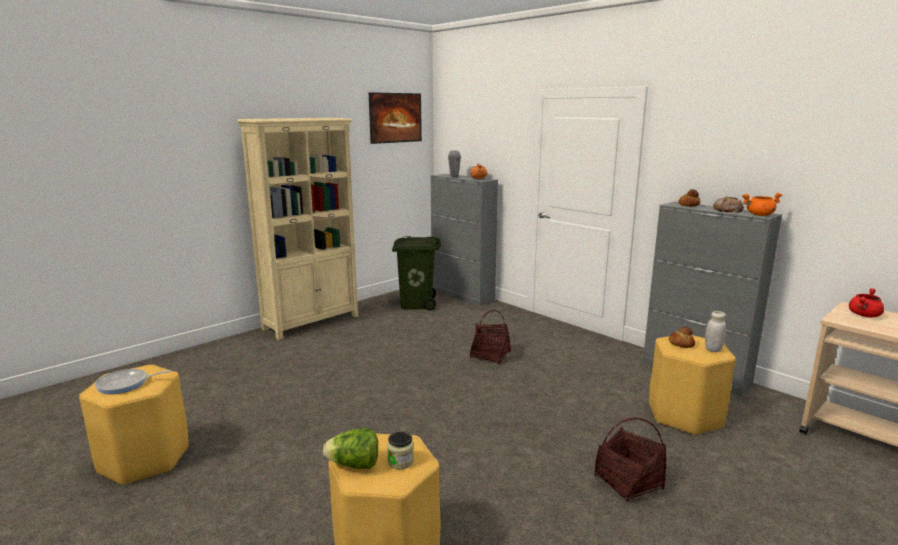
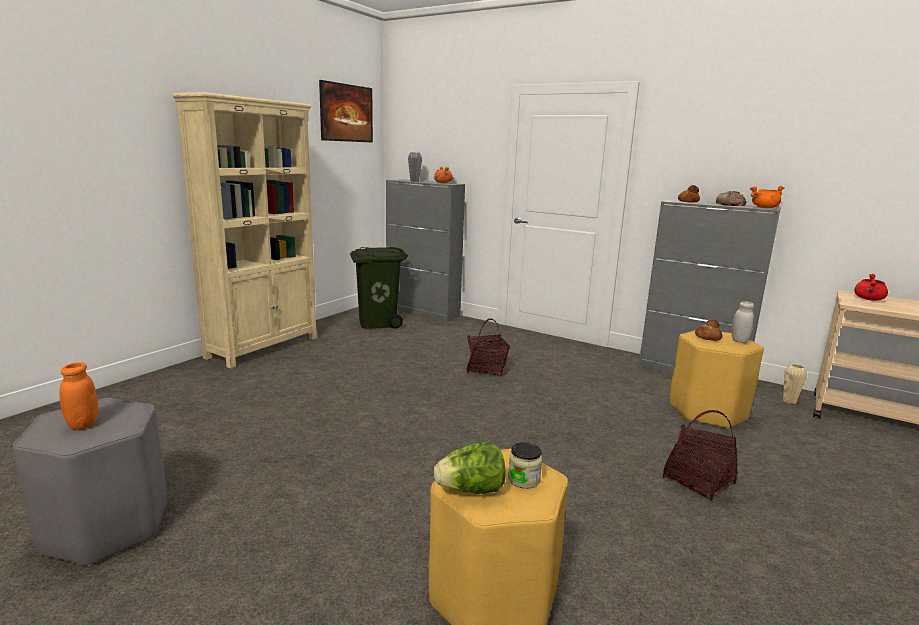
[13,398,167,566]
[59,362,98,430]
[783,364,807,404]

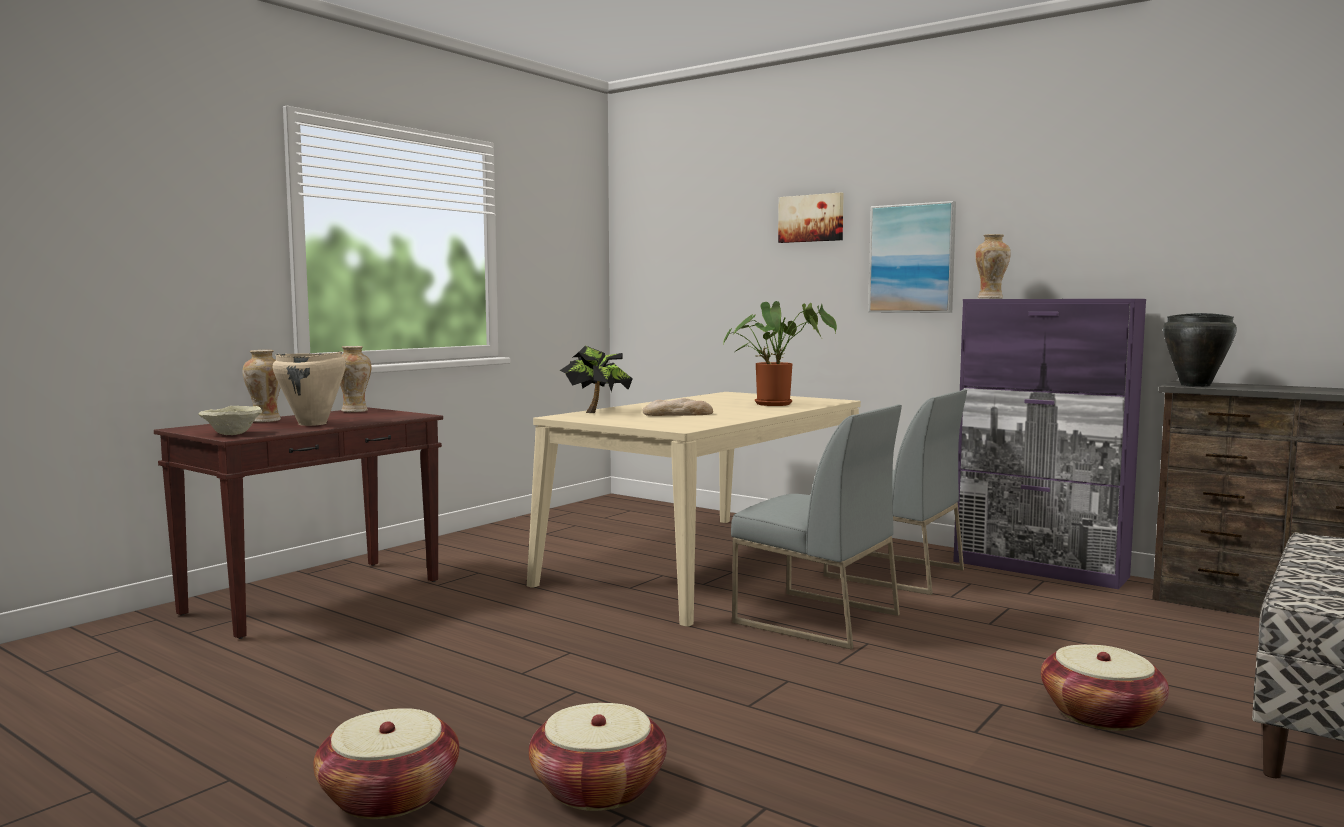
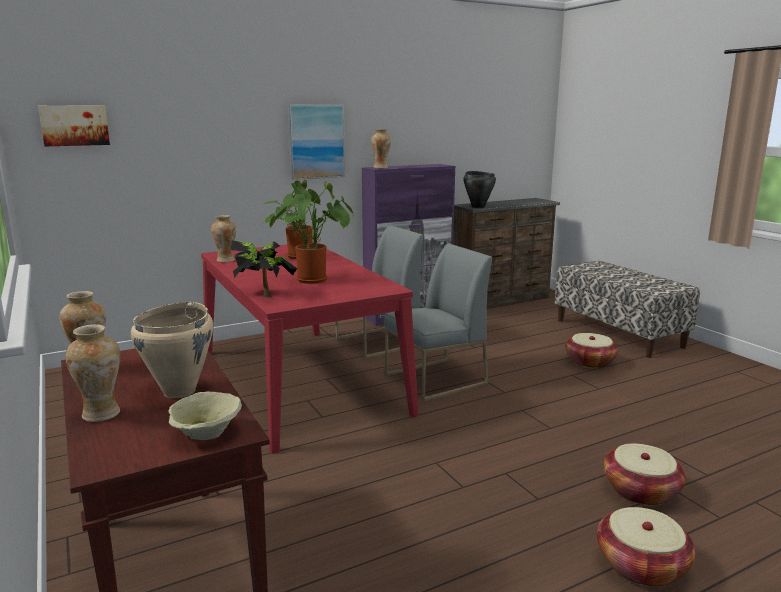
[201,242,419,454]
[269,194,353,284]
[38,105,110,146]
[211,215,236,262]

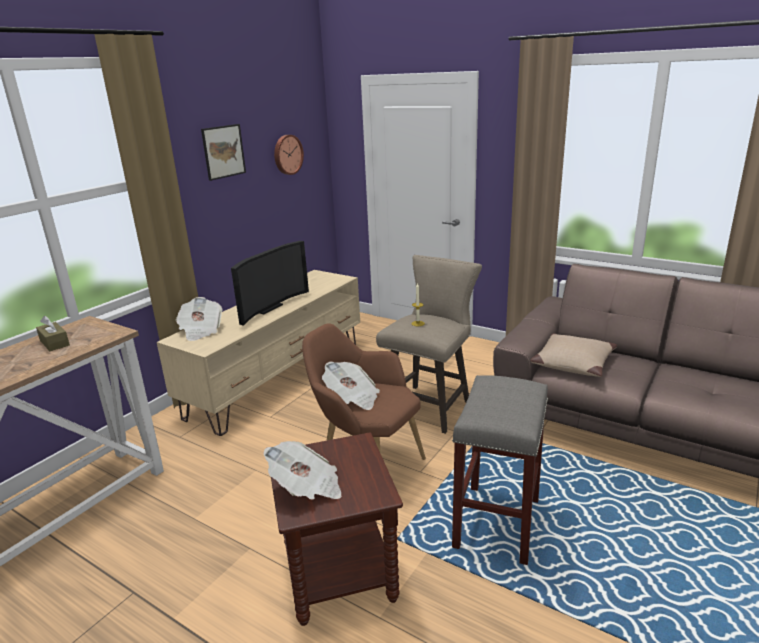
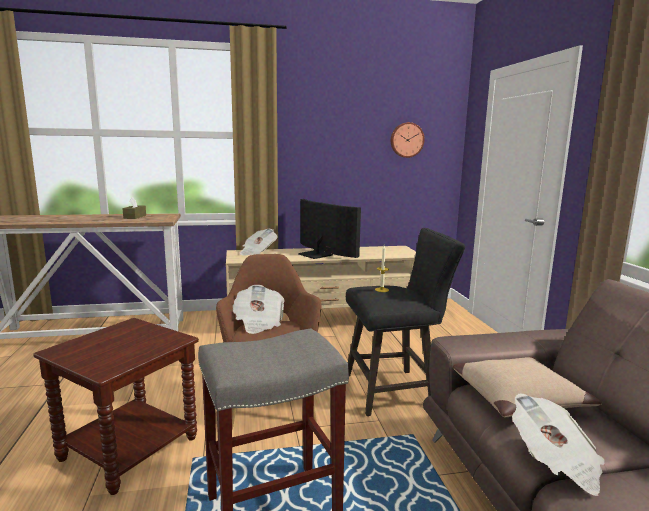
[201,124,246,181] (first image)
[298,199,361,259]
[512,393,605,496]
[346,228,465,416]

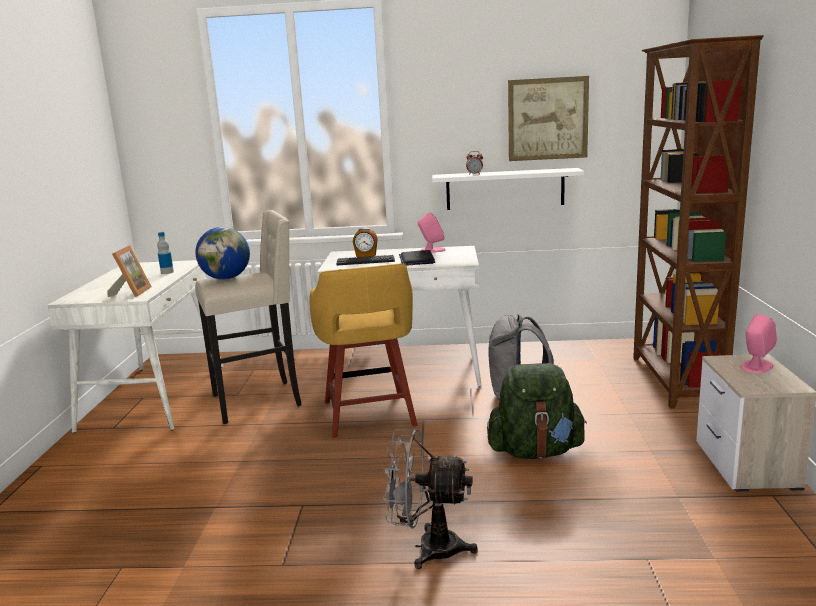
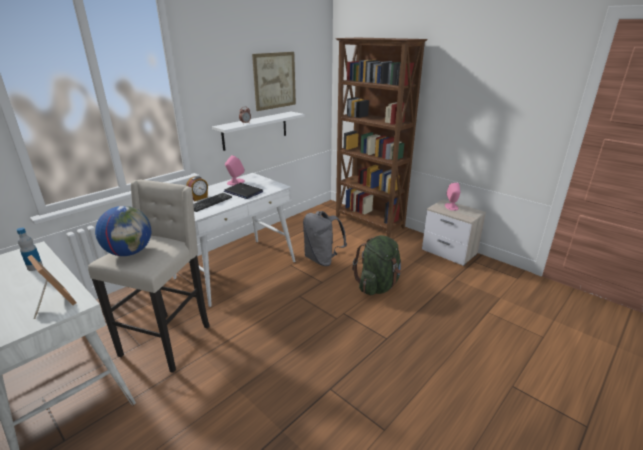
[309,264,418,438] (first image)
[383,429,478,569] (first image)

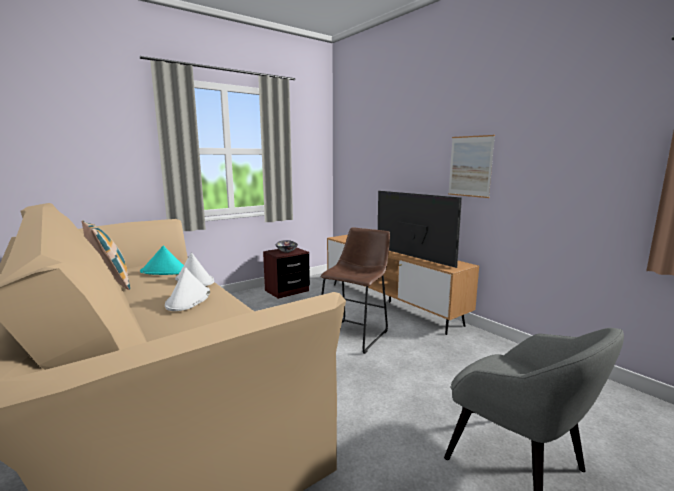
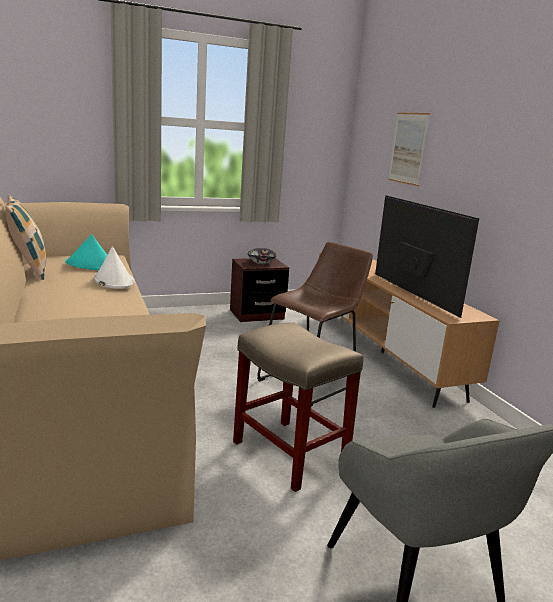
[165,267,210,311] (first image)
[388,113,430,186]
[233,322,363,492]

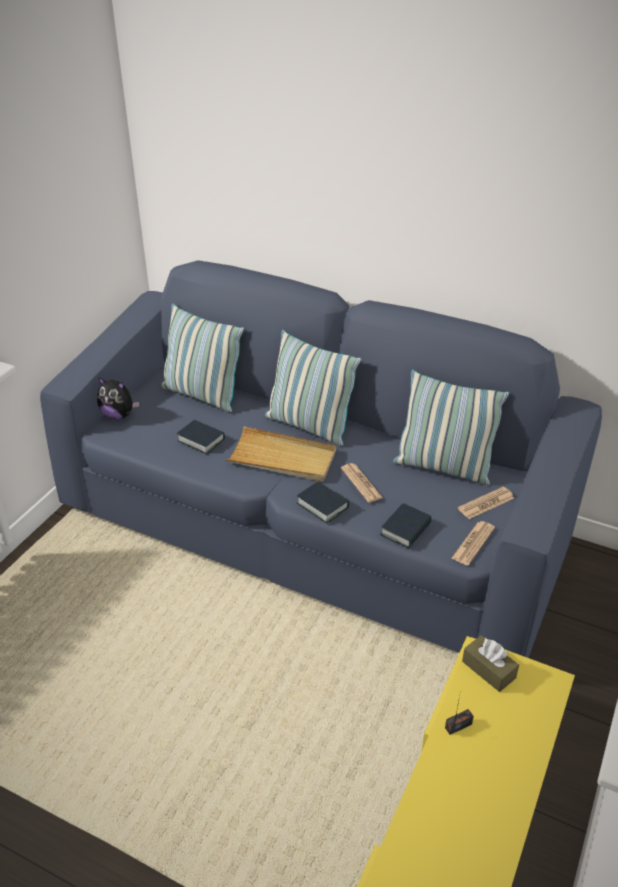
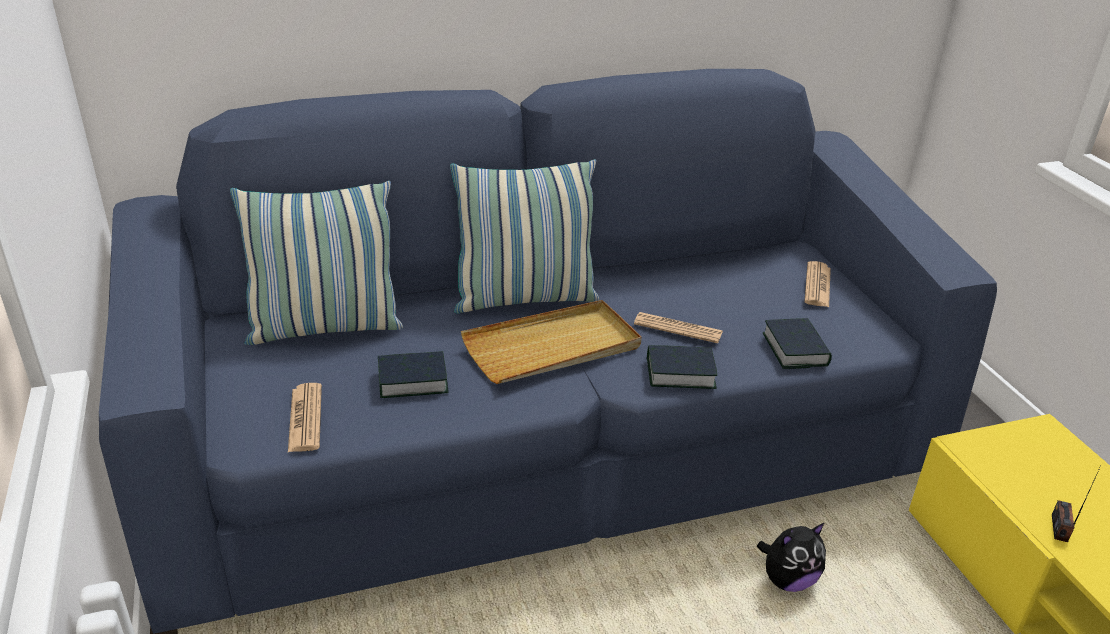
[757,522,826,592]
[393,370,509,485] (first image)
[288,383,322,452]
[462,635,519,692] (first image)

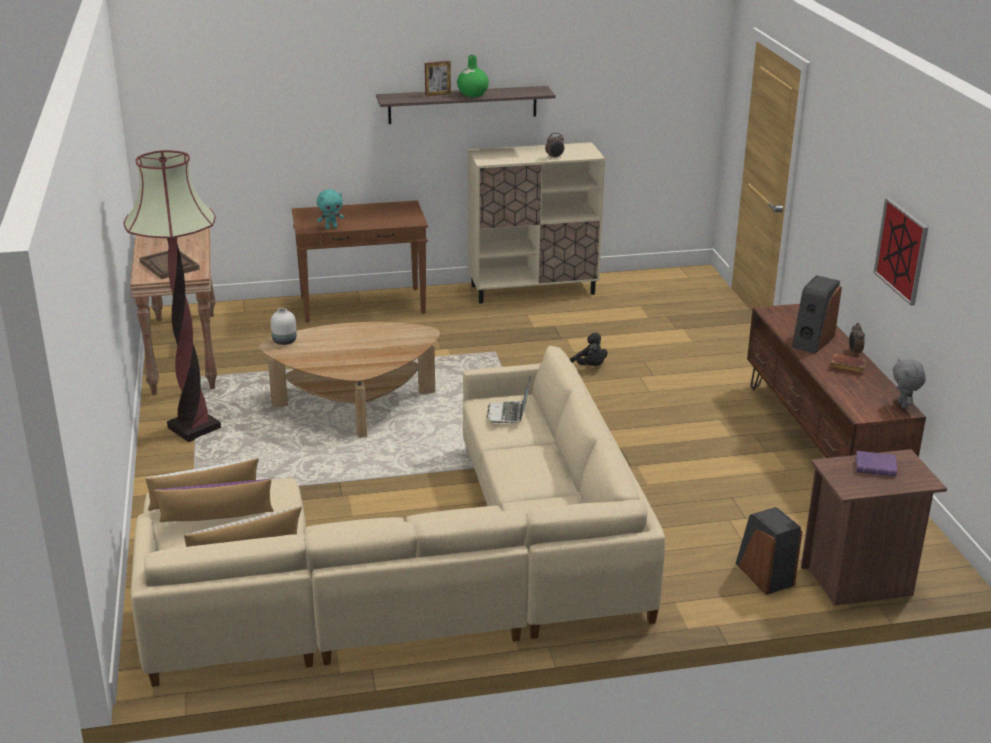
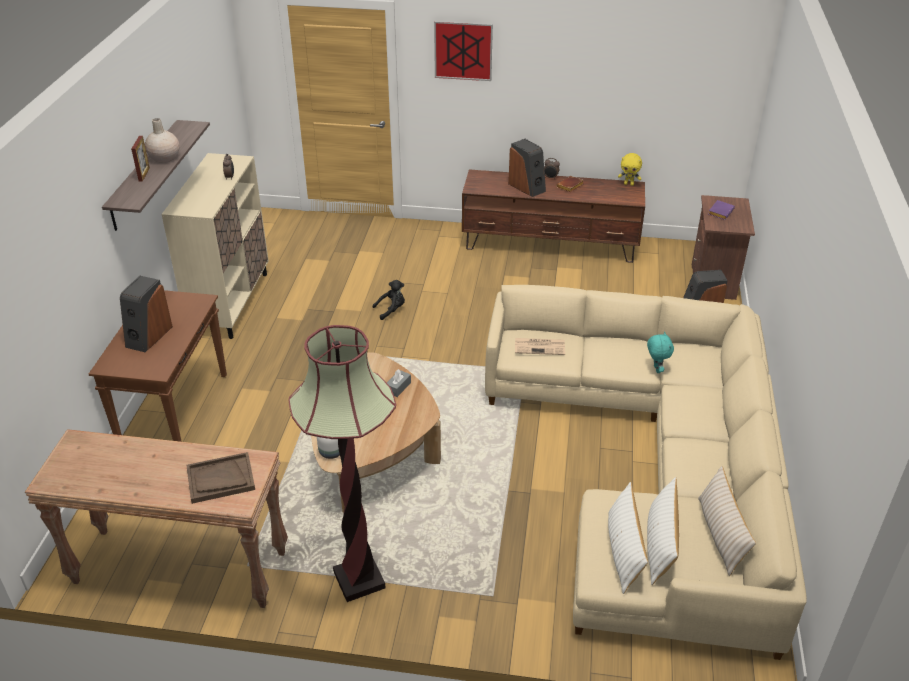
[647,477,679,585]
[647,332,674,373]
[145,118,180,162]
[515,338,565,355]
[434,21,493,81]
[618,153,642,186]
[120,276,173,352]
[387,369,411,397]

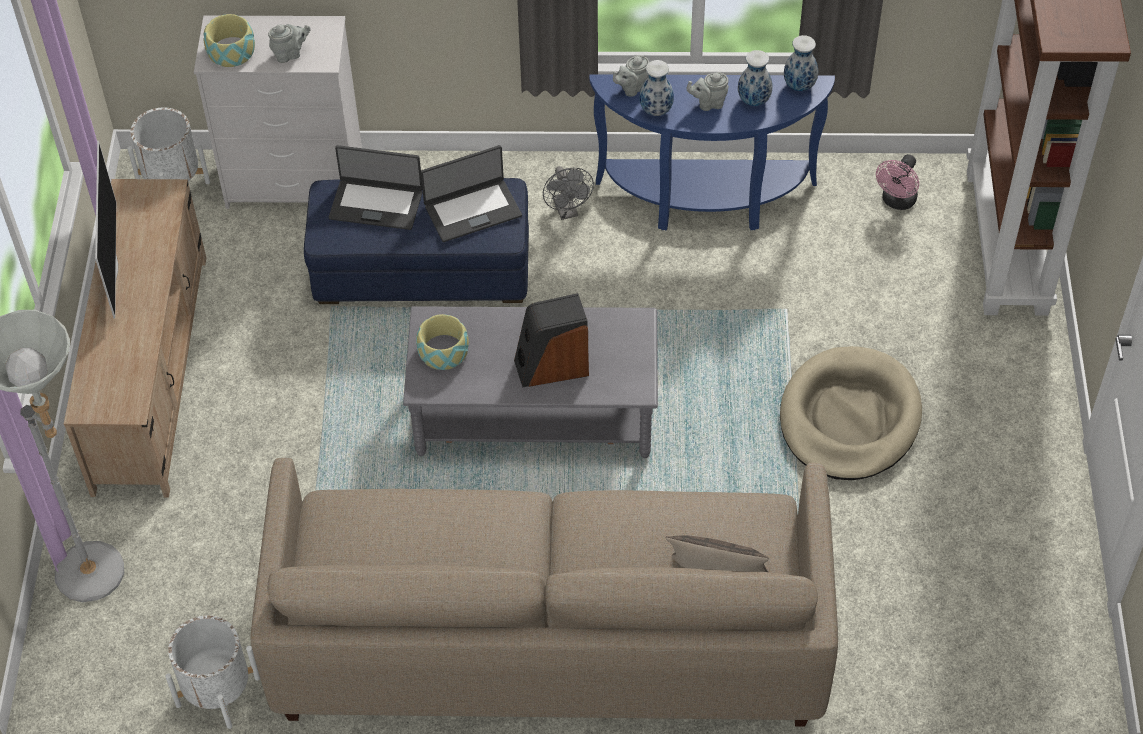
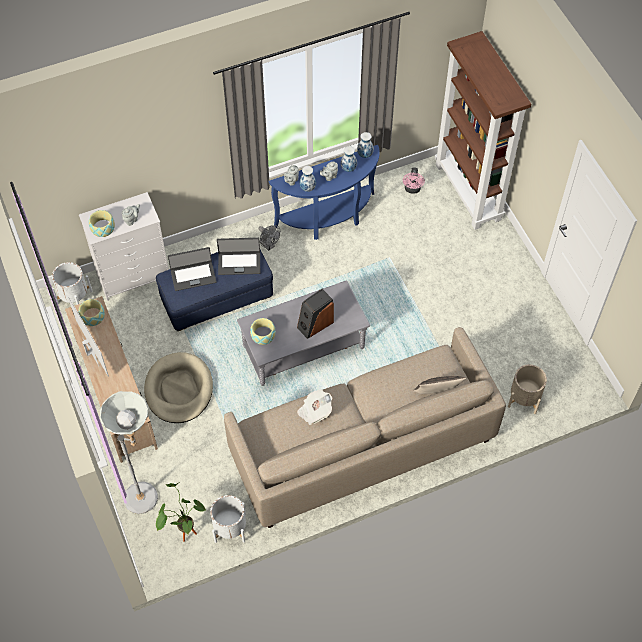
[217,238,260,275]
[144,352,213,423]
[78,299,105,326]
[156,482,207,542]
[297,389,333,425]
[508,364,547,414]

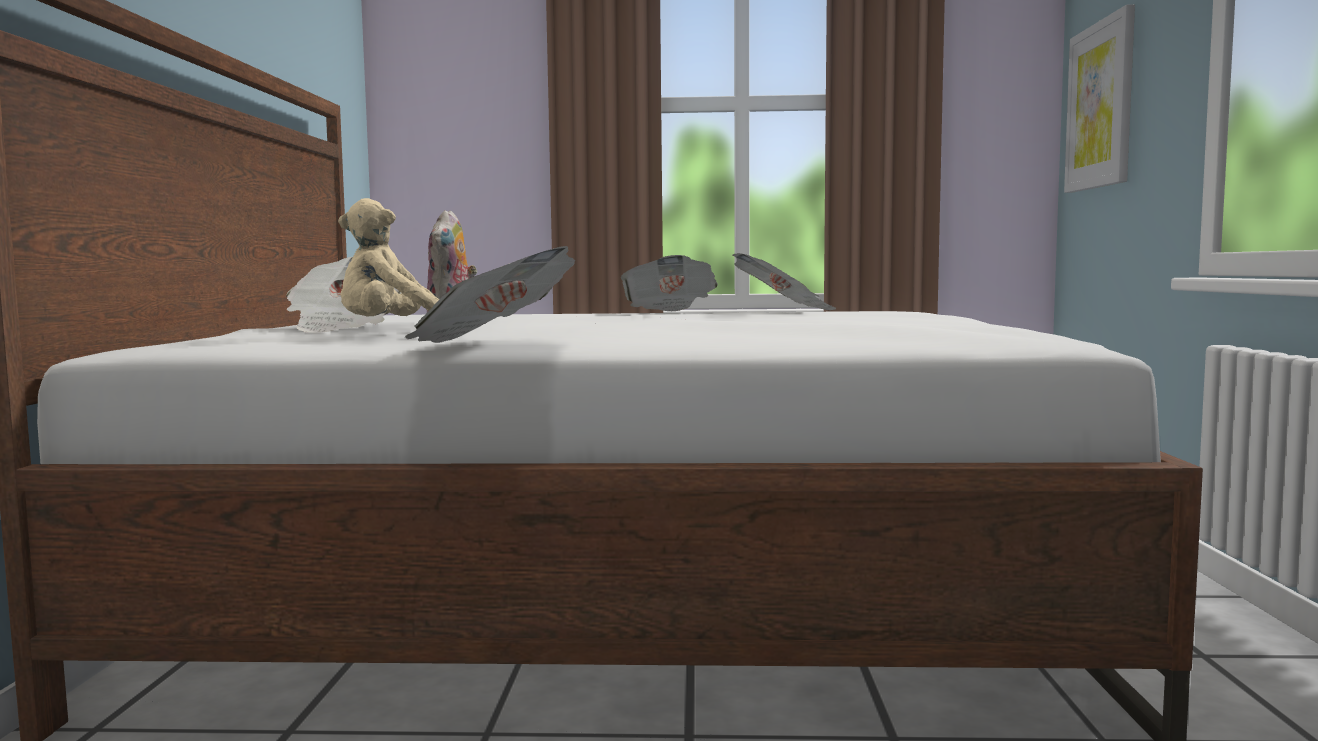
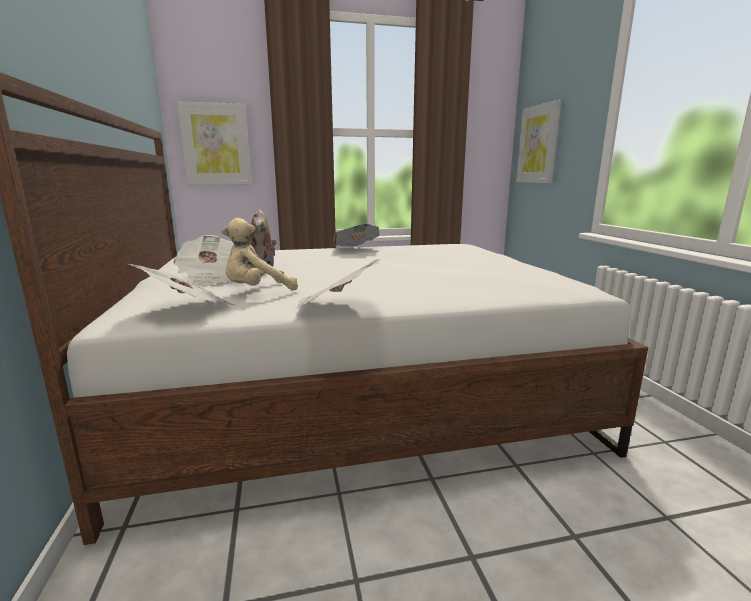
[129,264,235,305]
[177,101,252,185]

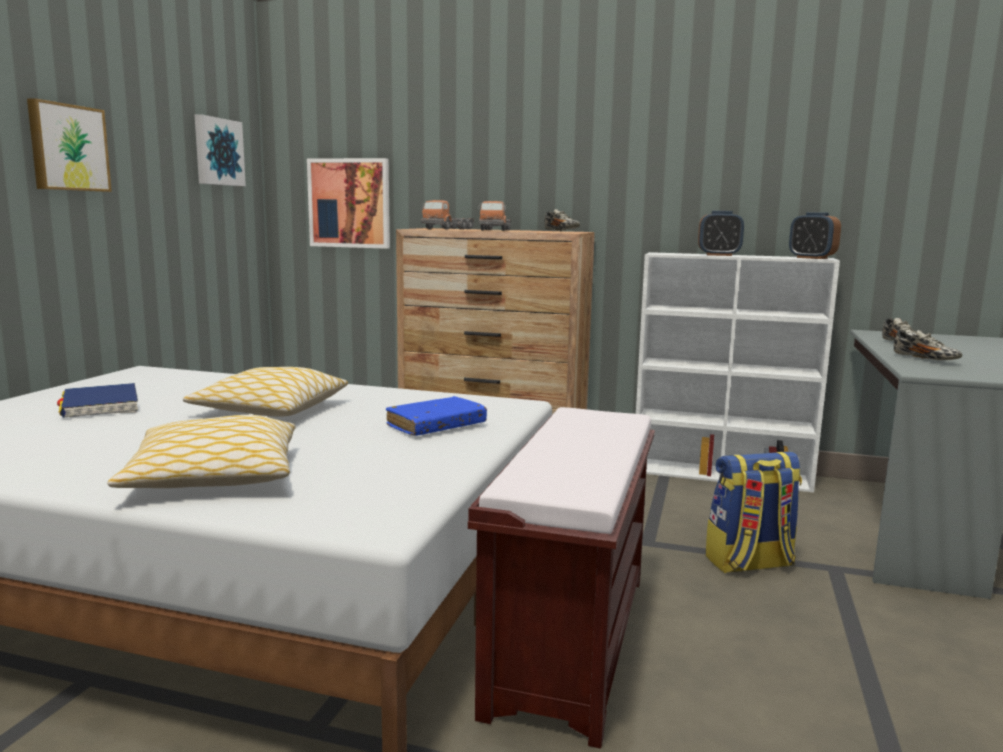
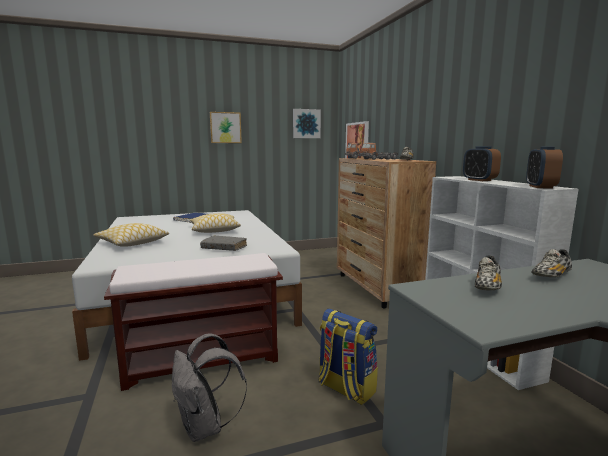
[200,236,247,251]
[172,333,247,442]

